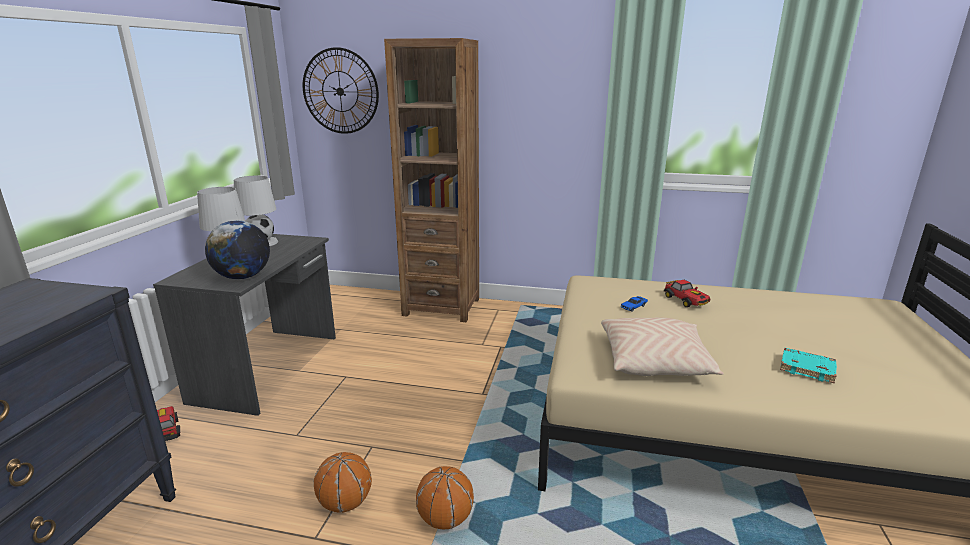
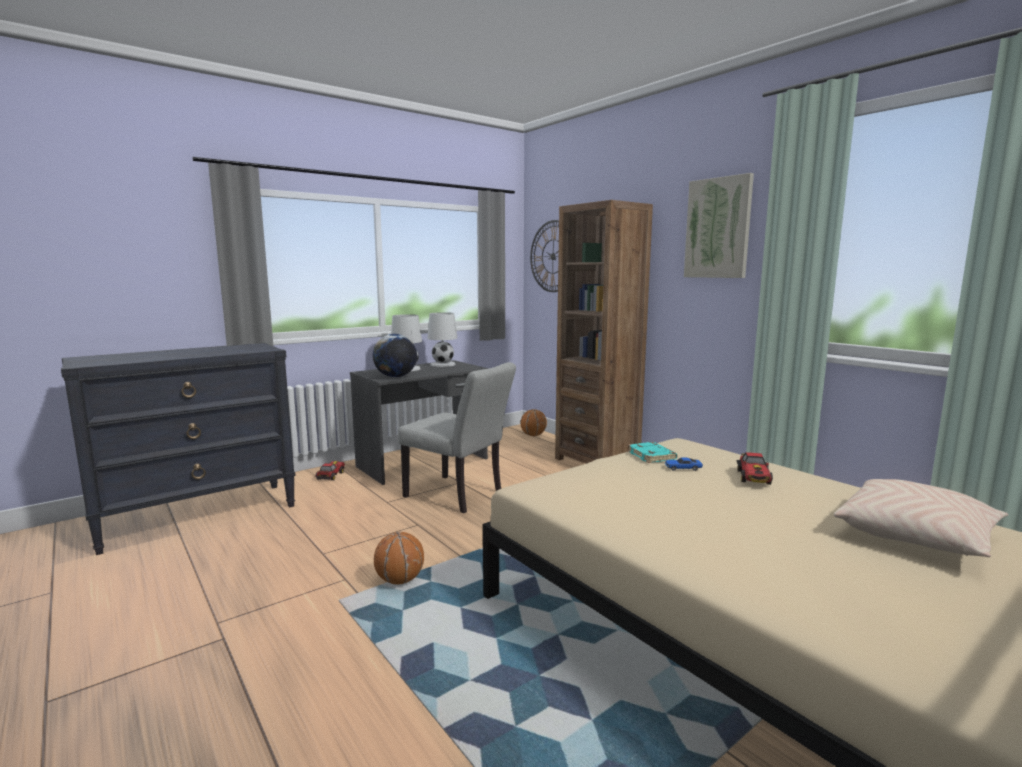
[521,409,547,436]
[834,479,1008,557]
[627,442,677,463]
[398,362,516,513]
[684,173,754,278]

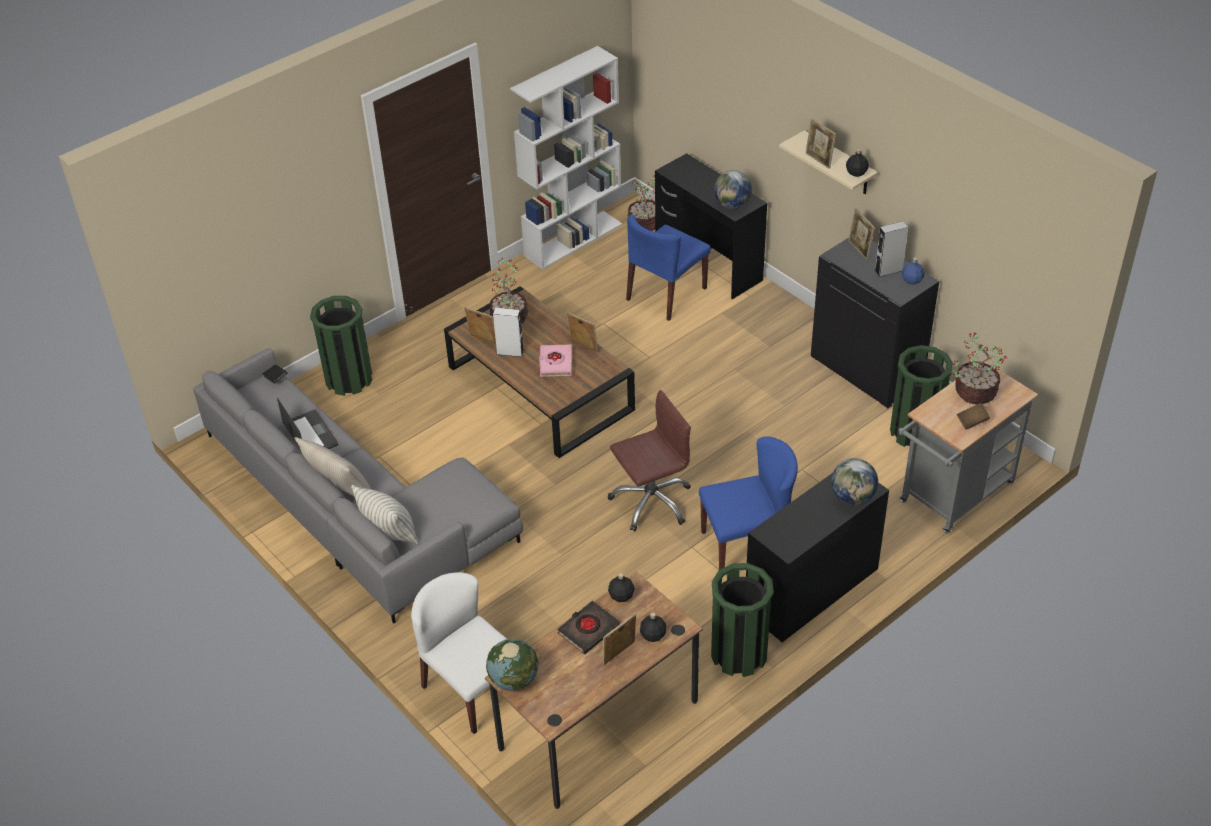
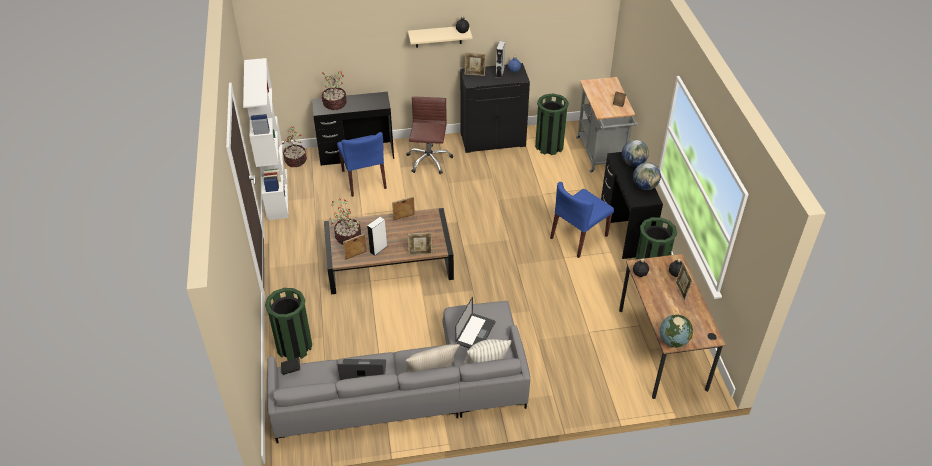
[411,572,507,734] (first image)
[539,344,572,377] (first image)
[558,601,620,655] (first image)
[406,96,453,174]
[550,182,614,258]
[633,162,661,190]
[408,232,432,256]
[322,71,347,110]
[455,297,495,349]

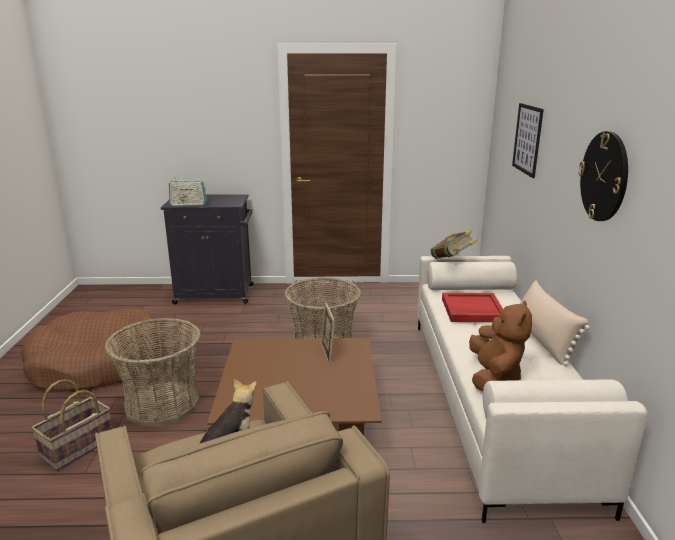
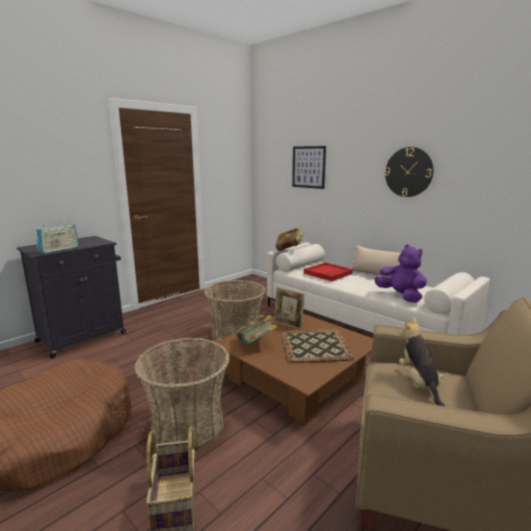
[375,244,427,302]
[236,315,277,344]
[281,329,354,363]

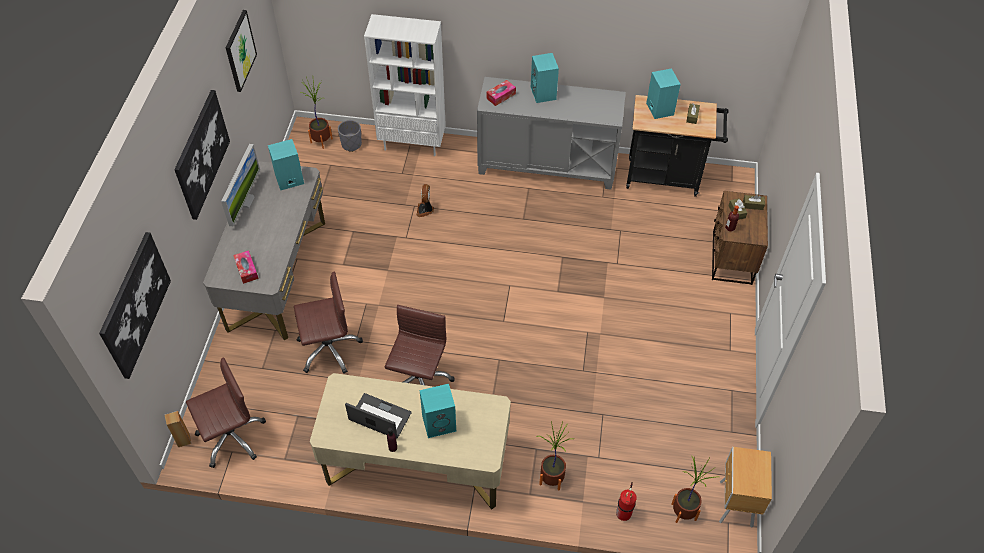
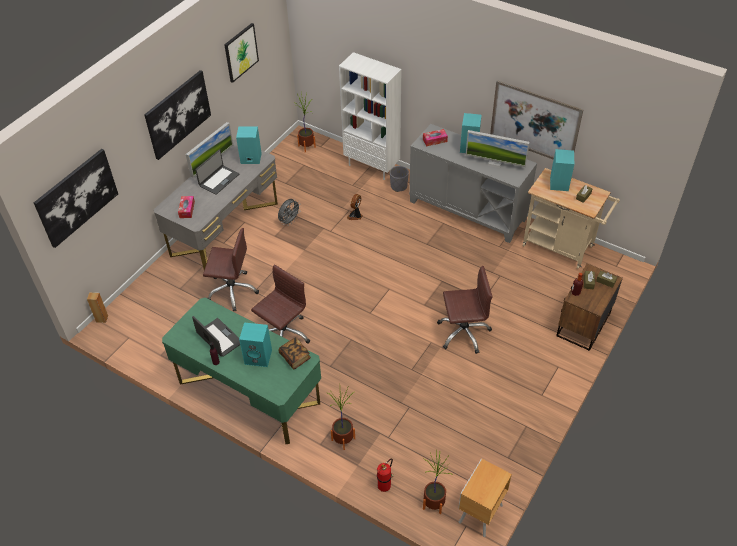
[437,266,493,354]
[162,298,321,444]
[390,166,409,192]
[523,168,620,269]
[195,149,239,195]
[278,199,301,226]
[278,337,311,369]
[466,130,529,168]
[490,80,583,160]

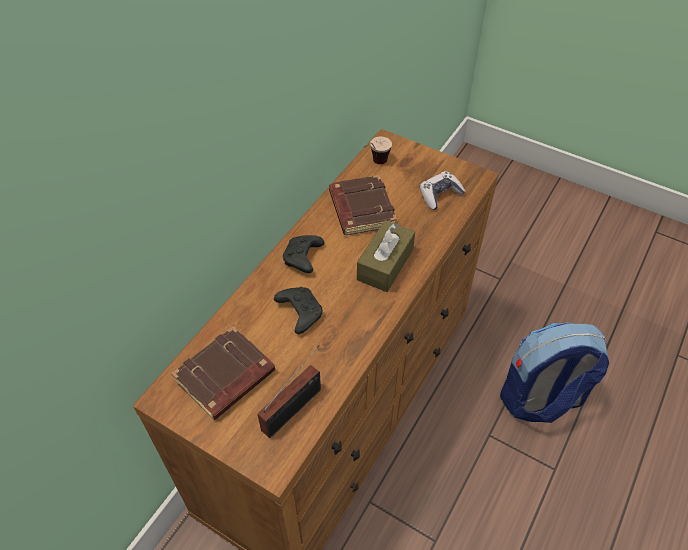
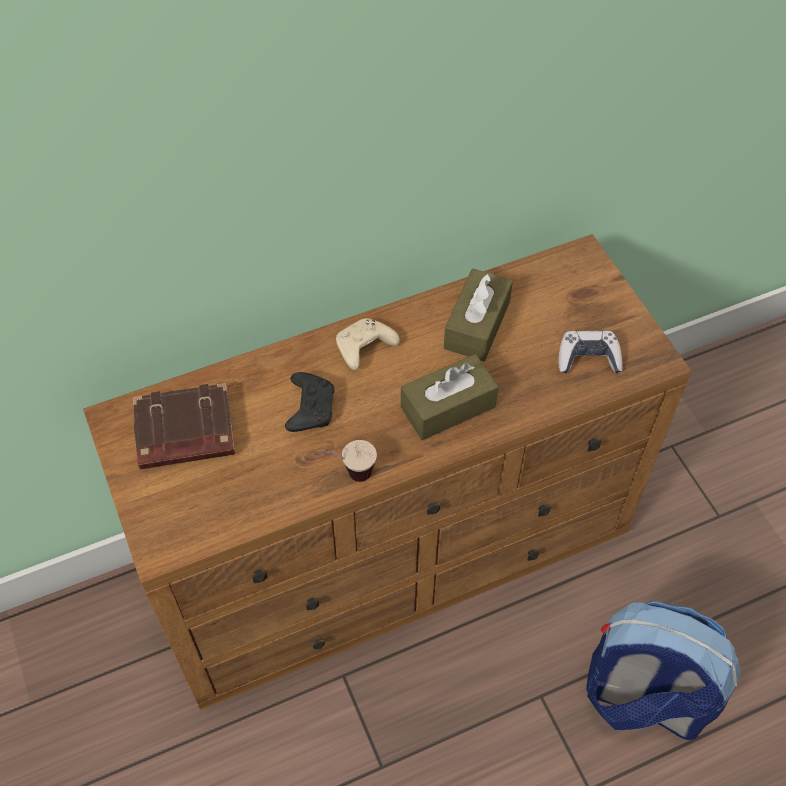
[258,345,321,438] (first image)
[336,318,400,370]
[444,269,513,361]
[312,440,377,482]

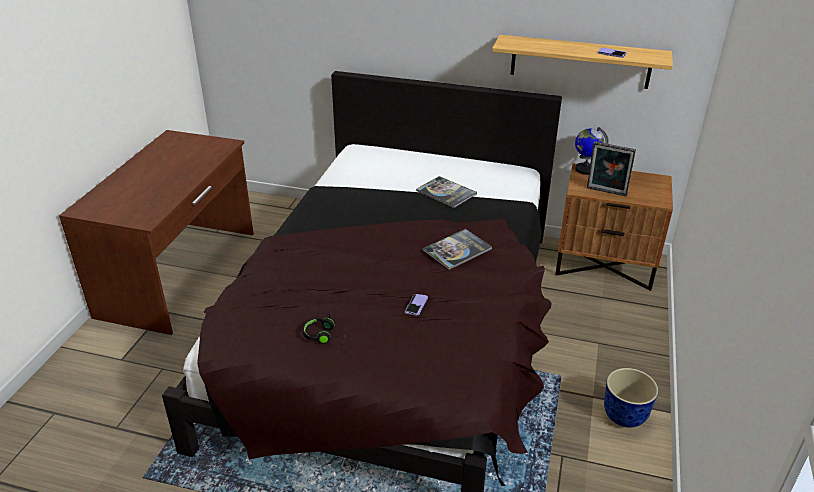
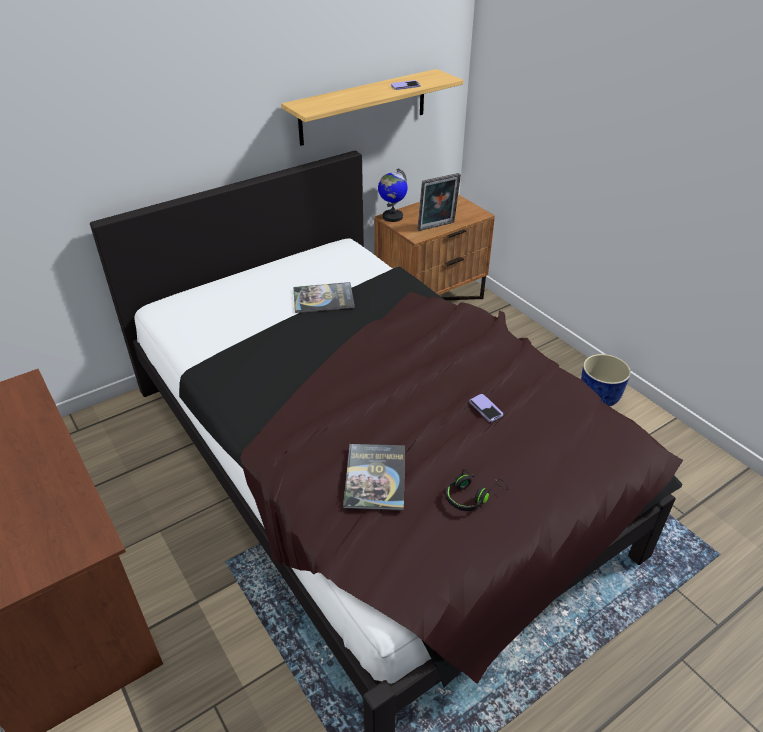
[343,444,405,510]

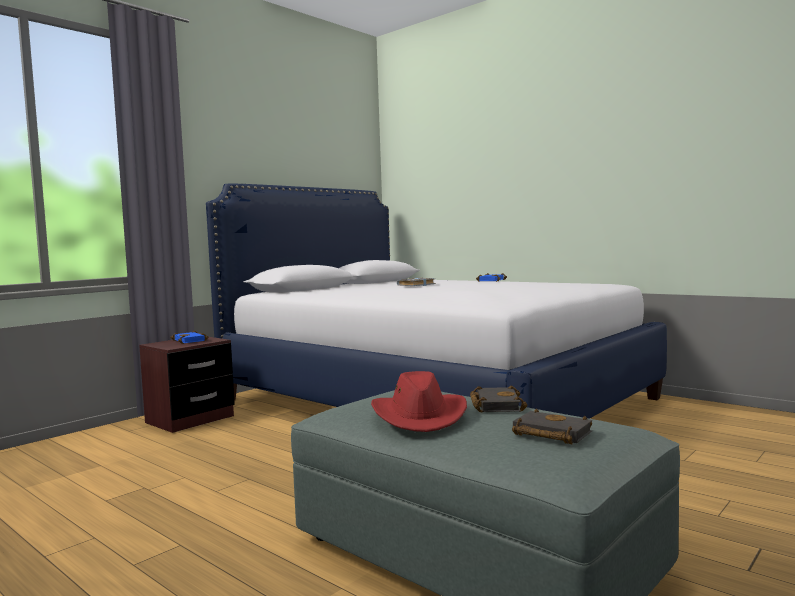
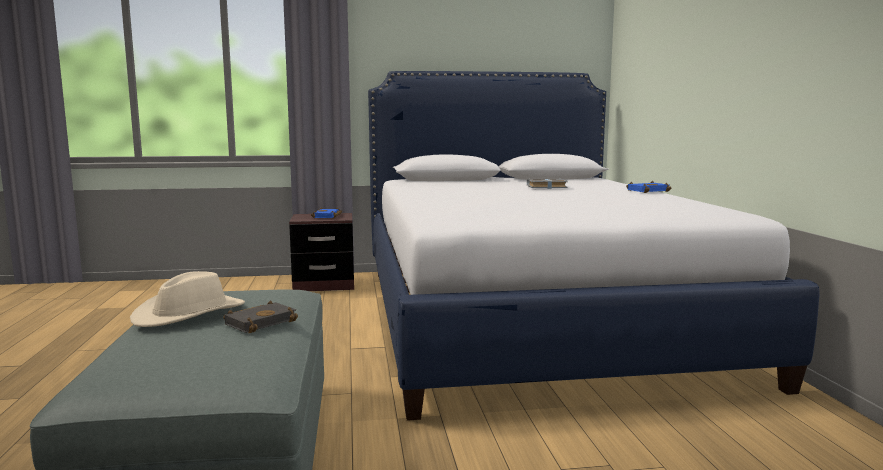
[130,271,245,327]
[512,408,592,444] (first image)

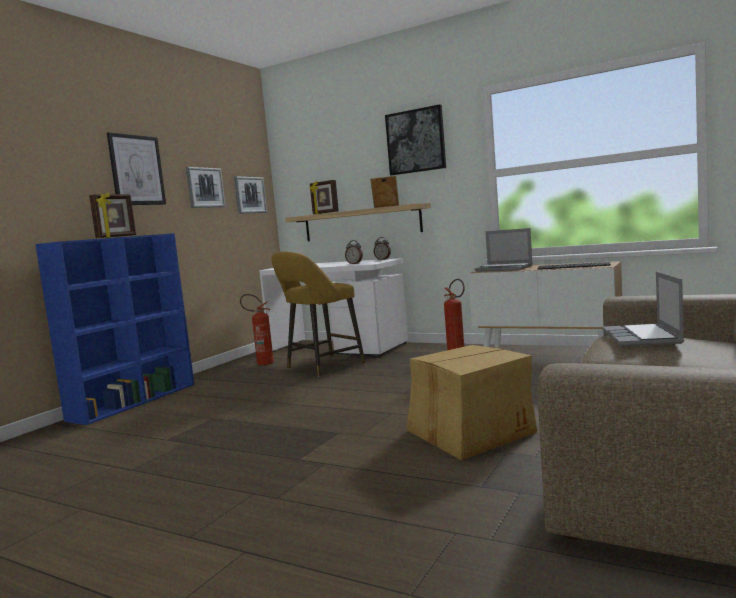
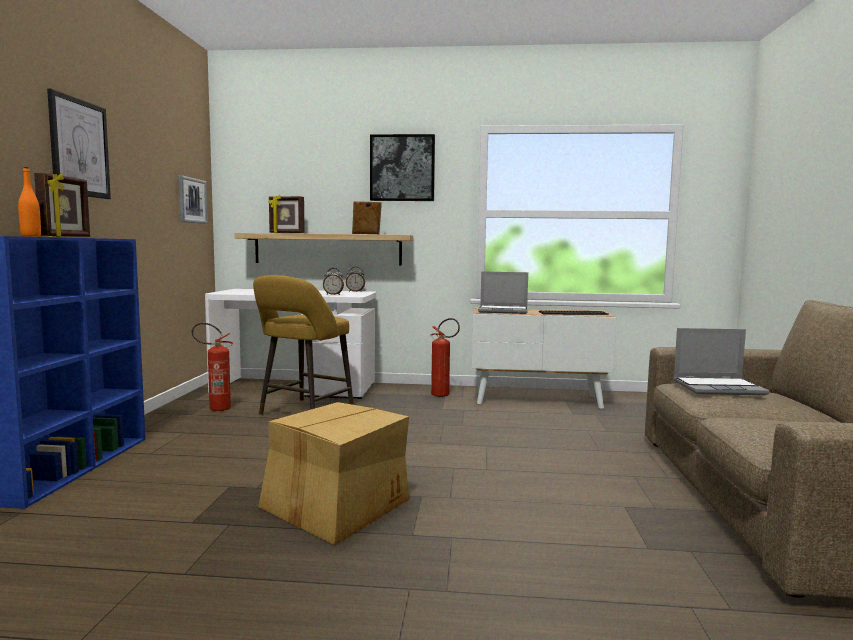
[186,167,226,208] (first image)
[258,402,409,545]
[673,328,770,395]
[18,167,41,237]

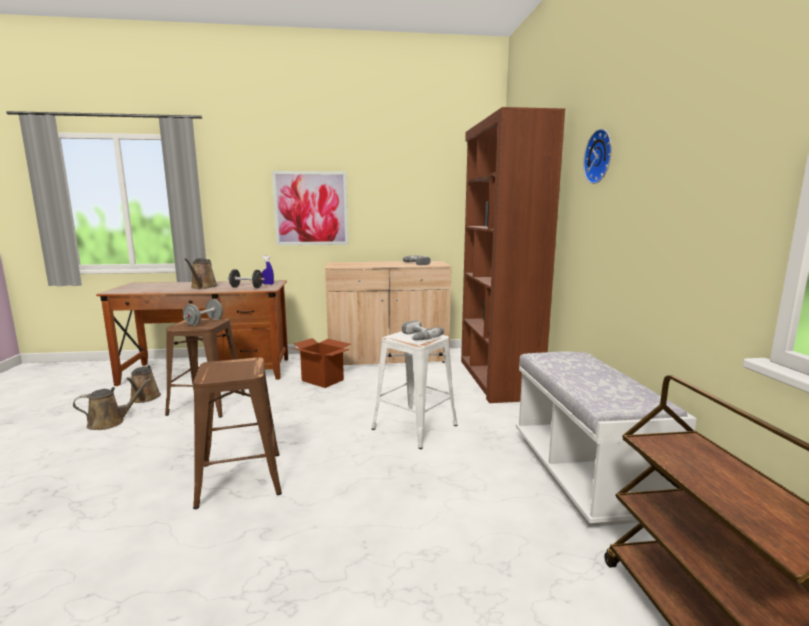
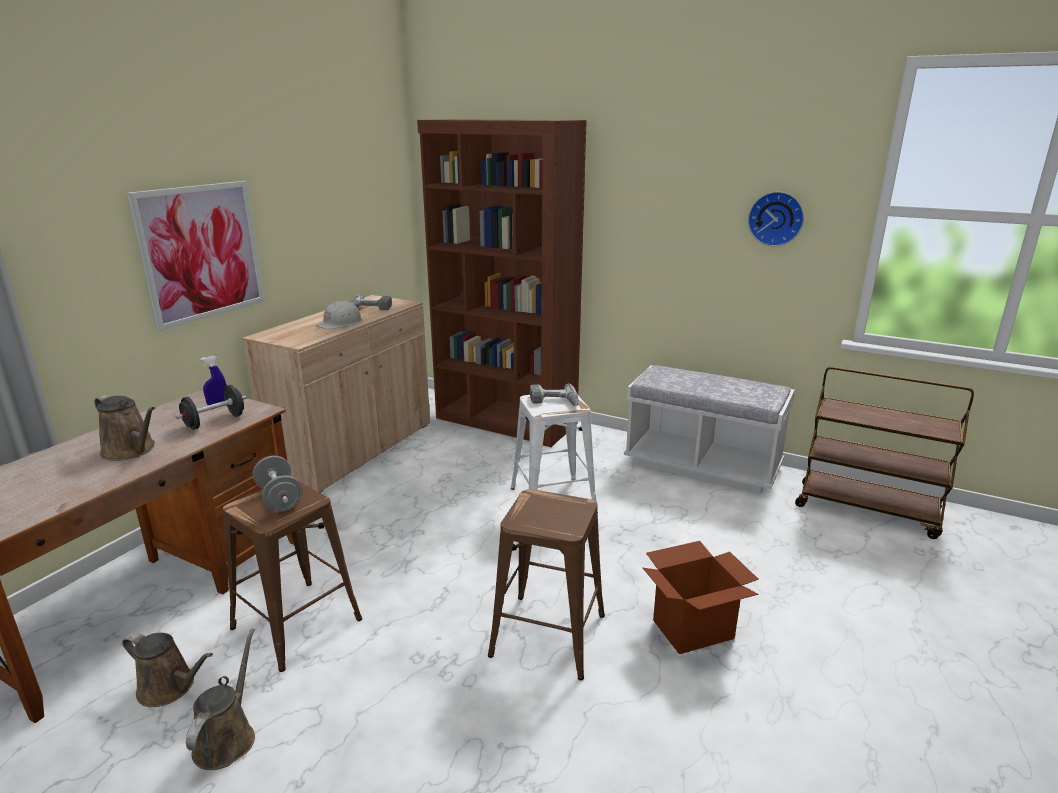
[643,541,759,654]
[748,191,804,246]
[316,300,362,329]

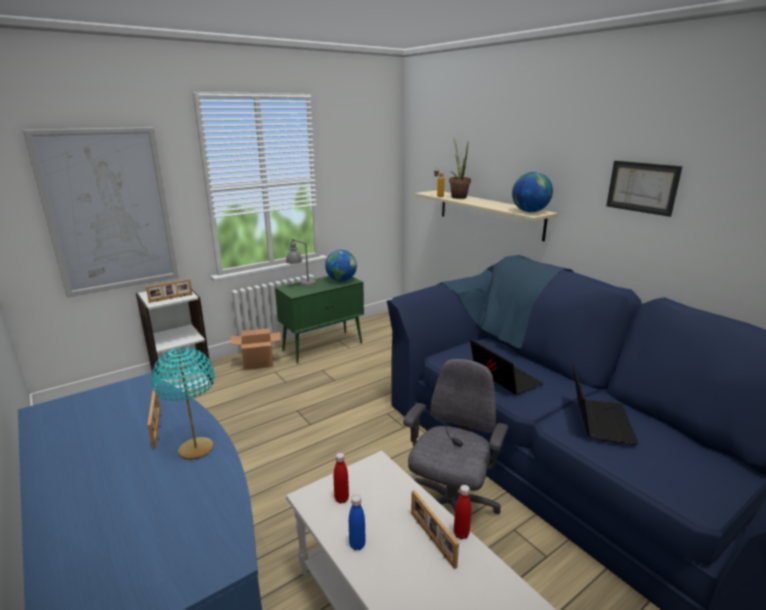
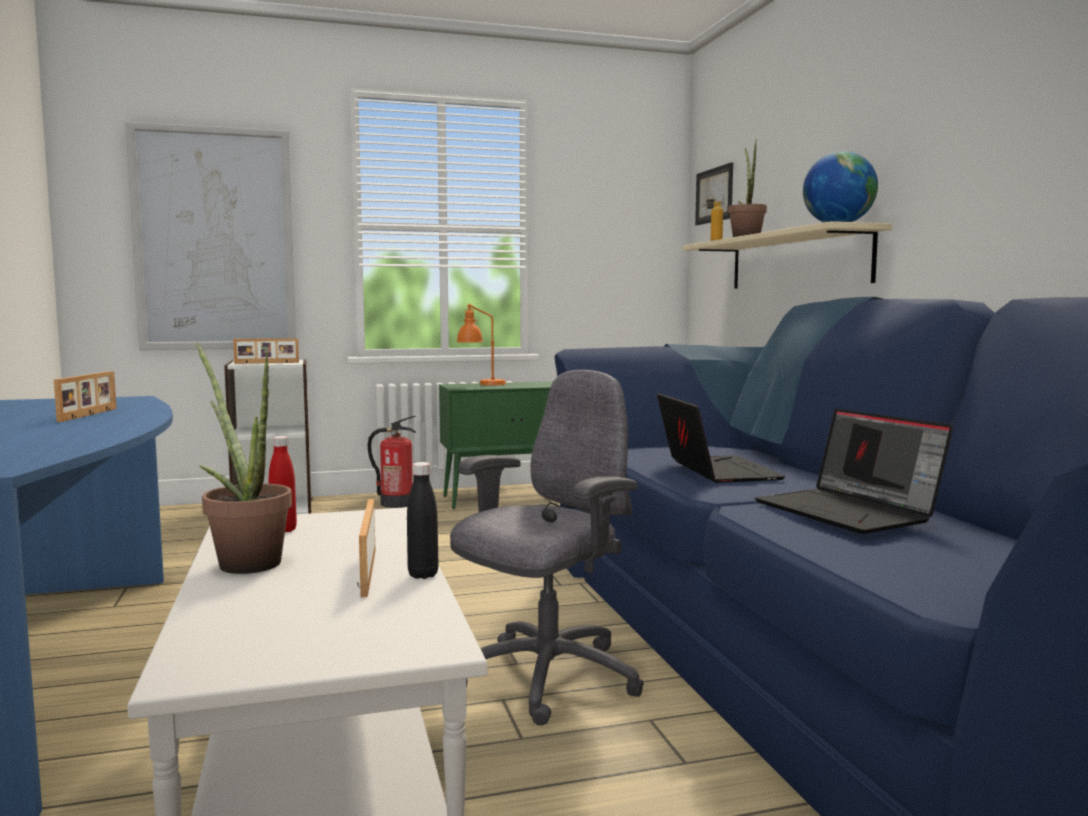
[151,347,214,460] (first image)
[368,416,416,508]
[456,304,506,385]
[325,250,357,282] (first image)
[196,343,292,574]
[407,462,438,579]
[755,408,953,534]
[695,162,733,225]

